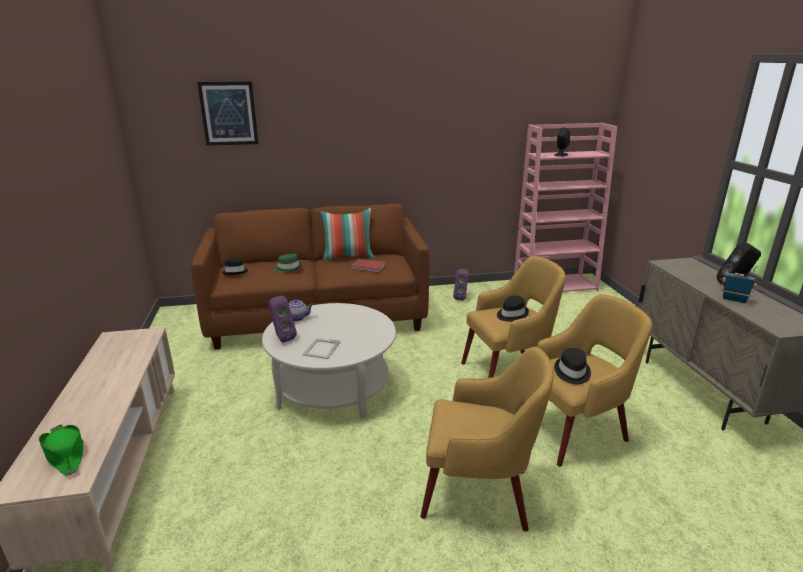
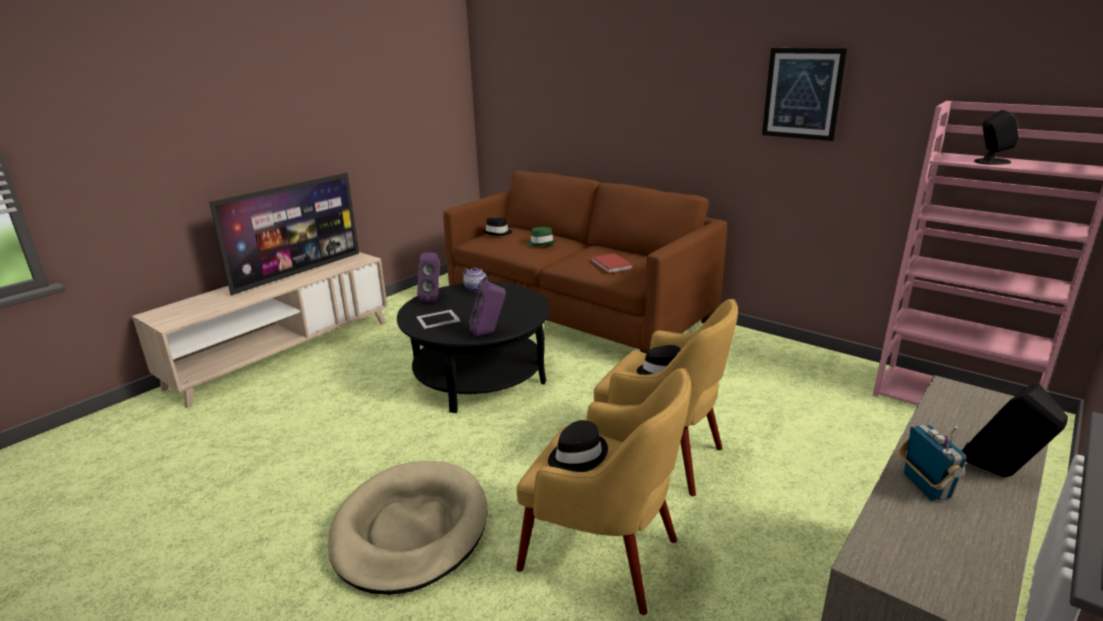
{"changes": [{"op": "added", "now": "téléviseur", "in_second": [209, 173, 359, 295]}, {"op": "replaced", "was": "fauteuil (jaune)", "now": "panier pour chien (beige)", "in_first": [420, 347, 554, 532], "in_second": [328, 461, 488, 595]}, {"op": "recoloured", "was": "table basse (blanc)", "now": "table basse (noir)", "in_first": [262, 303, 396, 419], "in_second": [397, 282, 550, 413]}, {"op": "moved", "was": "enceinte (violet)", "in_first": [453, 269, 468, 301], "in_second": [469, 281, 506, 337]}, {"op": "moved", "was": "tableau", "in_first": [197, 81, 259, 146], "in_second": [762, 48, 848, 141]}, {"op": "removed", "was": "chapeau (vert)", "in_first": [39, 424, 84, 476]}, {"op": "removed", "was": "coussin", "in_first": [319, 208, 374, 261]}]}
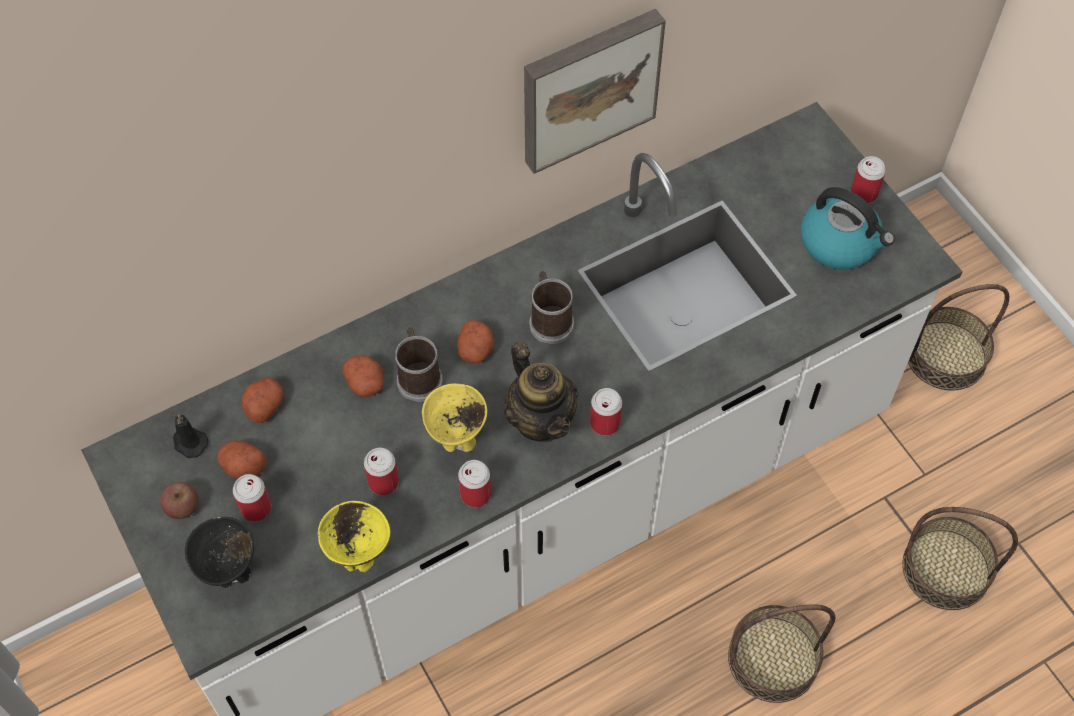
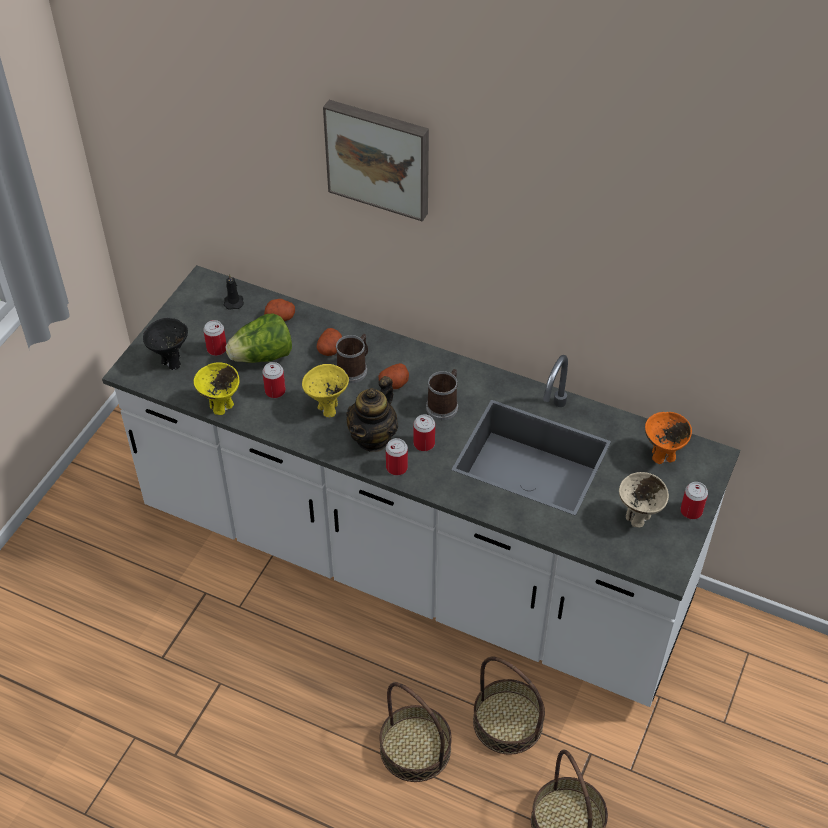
{"changes": [{"op": "added", "now": "laitue", "in_second": [225, 314, 292, 363]}, {"op": "moved", "was": "tableau", "in_first": [524, 9, 666, 174], "in_second": [323, 100, 429, 222]}, {"op": "moved", "was": "boîte métallique", "in_first": [458, 460, 491, 507], "in_second": [414, 414, 435, 451]}, {"op": "moved", "was": "panier", "in_first": [908, 284, 1009, 391], "in_second": [473, 657, 545, 754]}, {"op": "replaced", "was": "bouilloire", "now": "bol (beige)", "in_first": [800, 187, 894, 270], "in_second": [619, 472, 669, 527]}, {"op": "added", "now": "bol (orange)", "in_second": [645, 412, 692, 464]}, {"op": "removed", "was": "pomme", "in_first": [160, 482, 198, 519]}, {"op": "removed", "was": "pomme de terre", "in_first": [217, 440, 267, 479]}]}
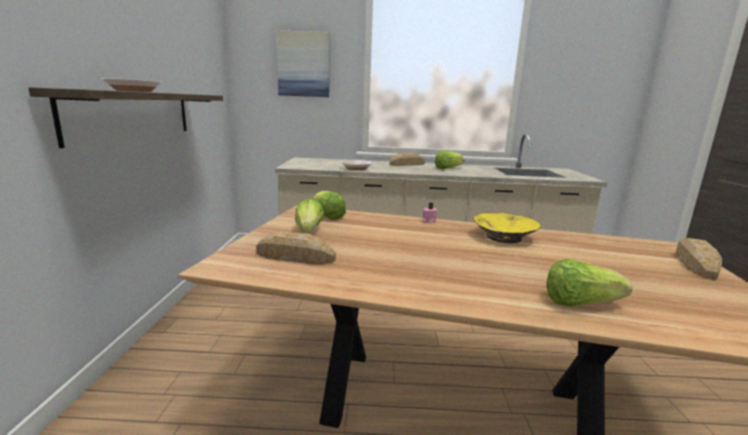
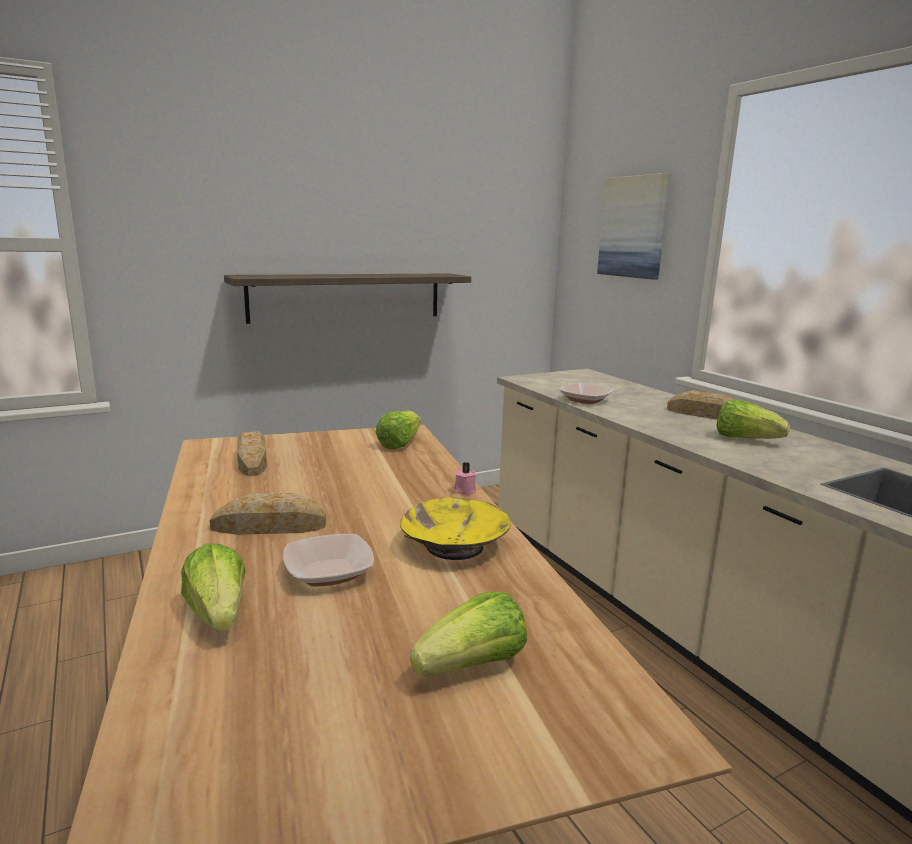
{"changes": [{"op": "moved", "was": "pain", "in_first": [675, 238, 722, 280], "in_second": [210, 493, 326, 535]}, {"op": "moved", "was": "bol", "in_first": [102, 78, 162, 92], "in_second": [283, 534, 374, 586]}, {"op": "moved", "was": "laitue", "in_first": [295, 199, 325, 233], "in_second": [410, 592, 527, 676]}]}
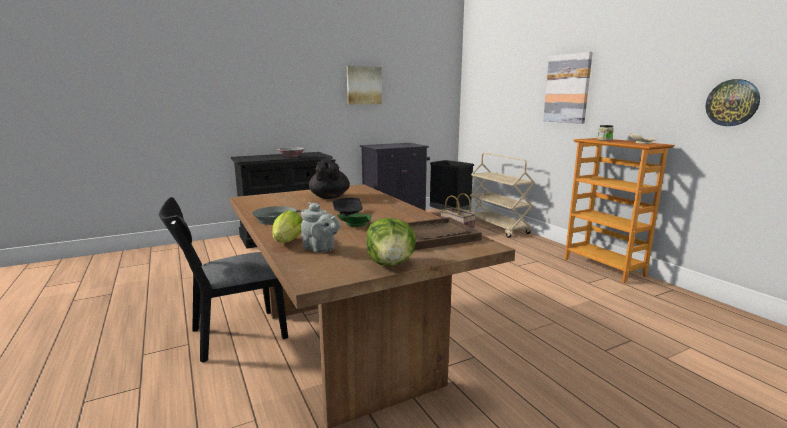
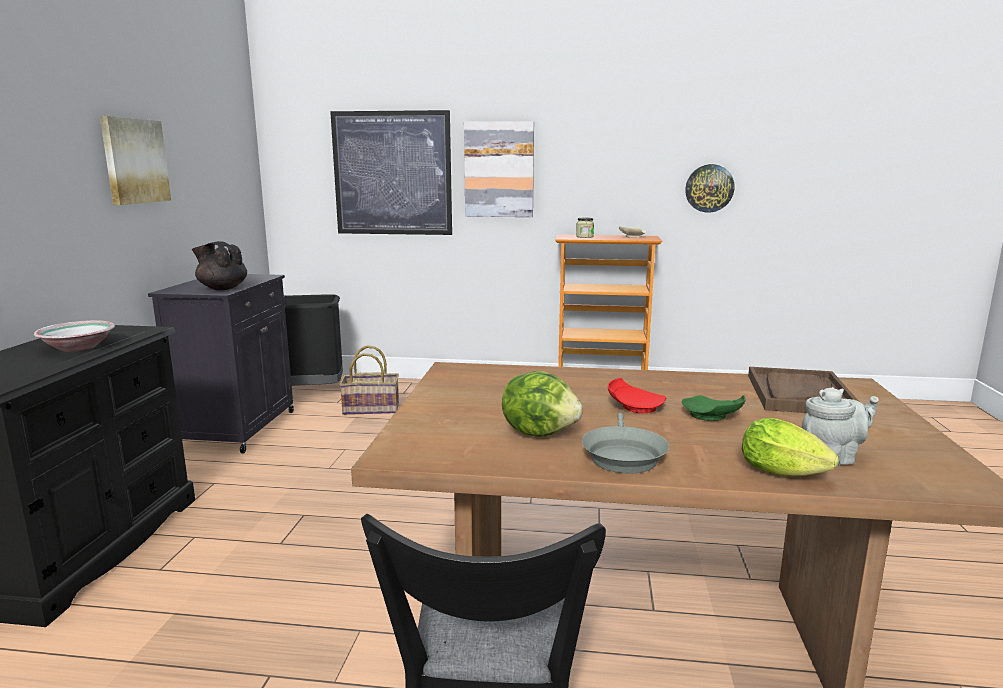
{"changes": [{"op": "moved", "was": "théière (noir)", "in_first": [309, 159, 350, 199], "in_second": [192, 241, 247, 290]}, {"op": "added", "now": "tableau", "in_second": [330, 110, 452, 235]}, {"op": "moved", "was": "laitue", "in_first": [366, 218, 416, 266], "in_second": [502, 371, 583, 437]}, {"op": "recoloured", "was": "assiette (noir)", "now": "assiette (rouge)", "in_first": [333, 198, 363, 216], "in_second": [608, 378, 666, 413]}, {"op": "removed", "was": "chariot (beige)", "in_first": [470, 153, 535, 238]}]}
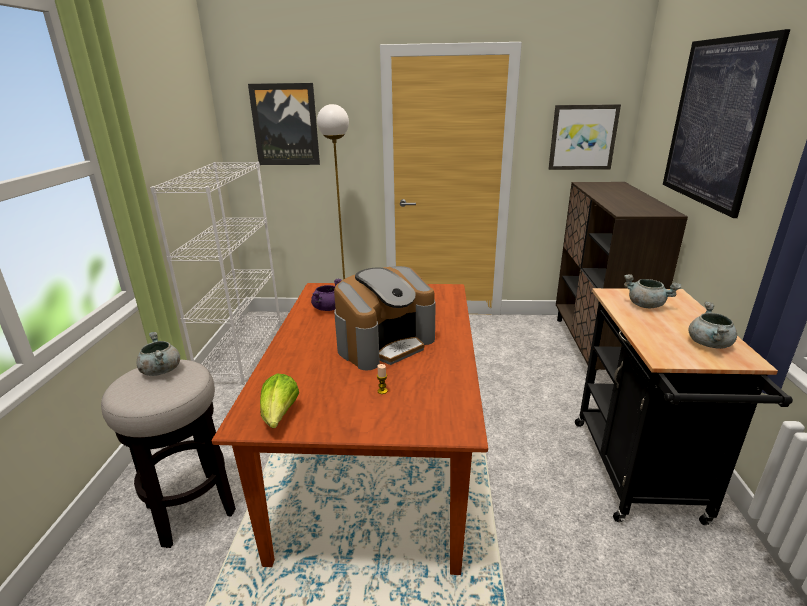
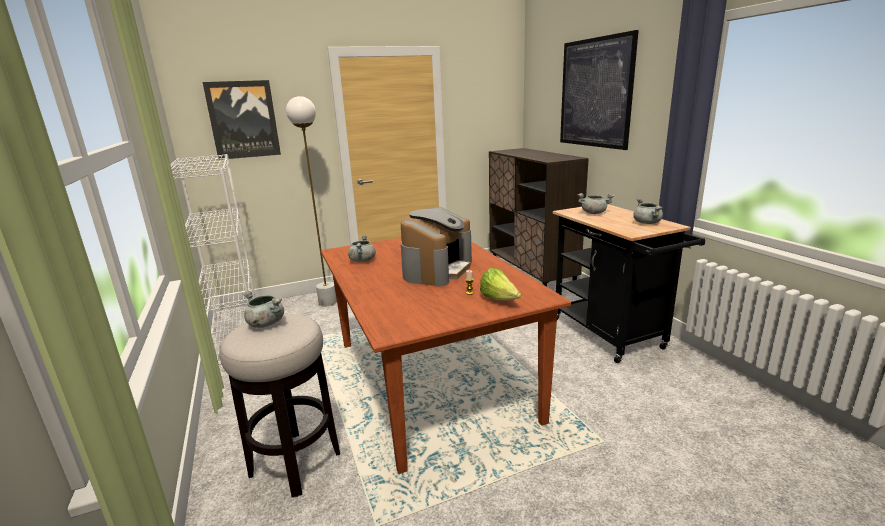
{"changes": [{"op": "recoloured", "was": "marmite (violet)", "now": "marmite (gris)", "in_first": [311, 278, 342, 311], "in_second": [348, 235, 376, 262]}, {"op": "moved", "was": "laitue", "in_first": [260, 373, 299, 428], "in_second": [480, 268, 521, 301]}, {"op": "removed", "was": "tableau", "in_first": [549, 104, 621, 170]}]}
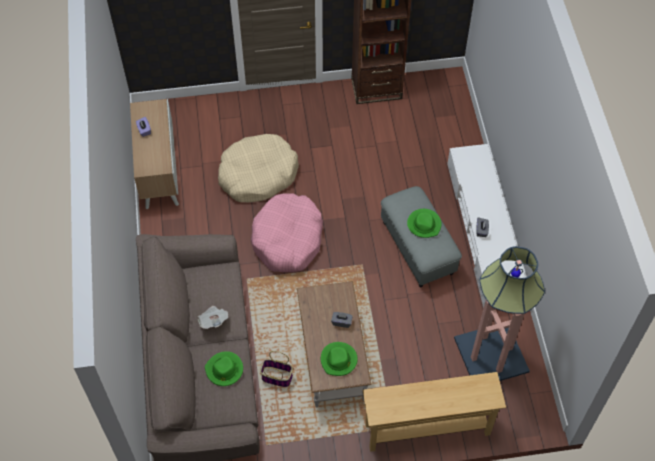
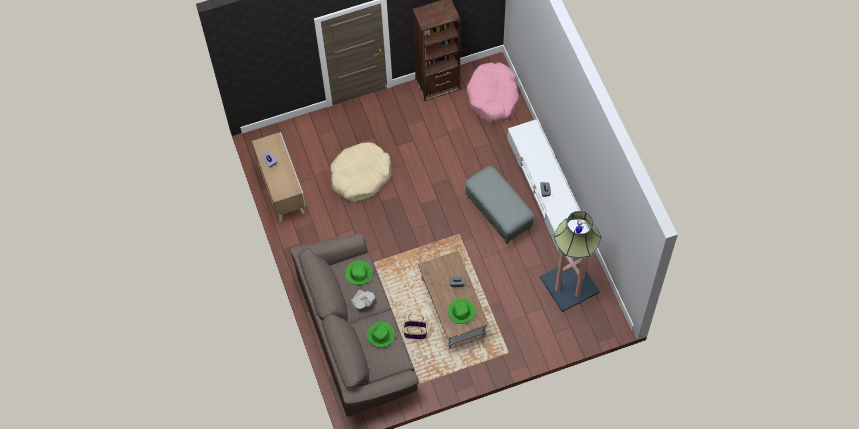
{"changes": [{"op": "moved", "was": "chapeau (vert)", "in_first": [407, 209, 442, 238], "in_second": [345, 261, 372, 285]}, {"op": "moved", "was": "panier pour chien (rose)", "in_first": [251, 193, 323, 272], "in_second": [466, 62, 519, 122]}, {"op": "removed", "was": "table console (beige)", "in_first": [362, 372, 506, 452]}]}
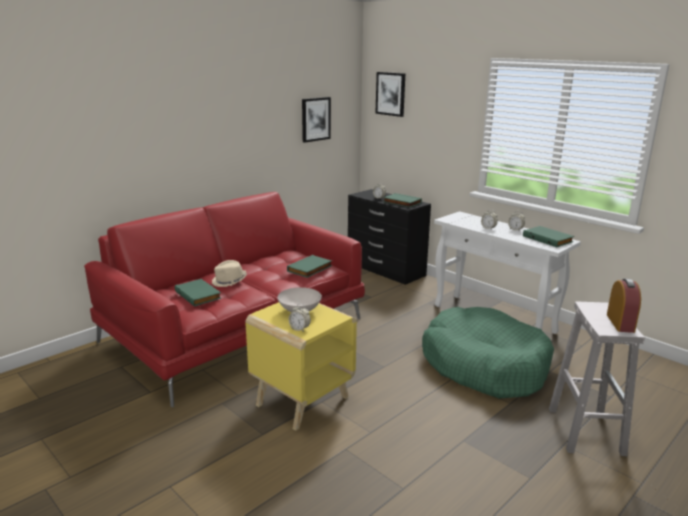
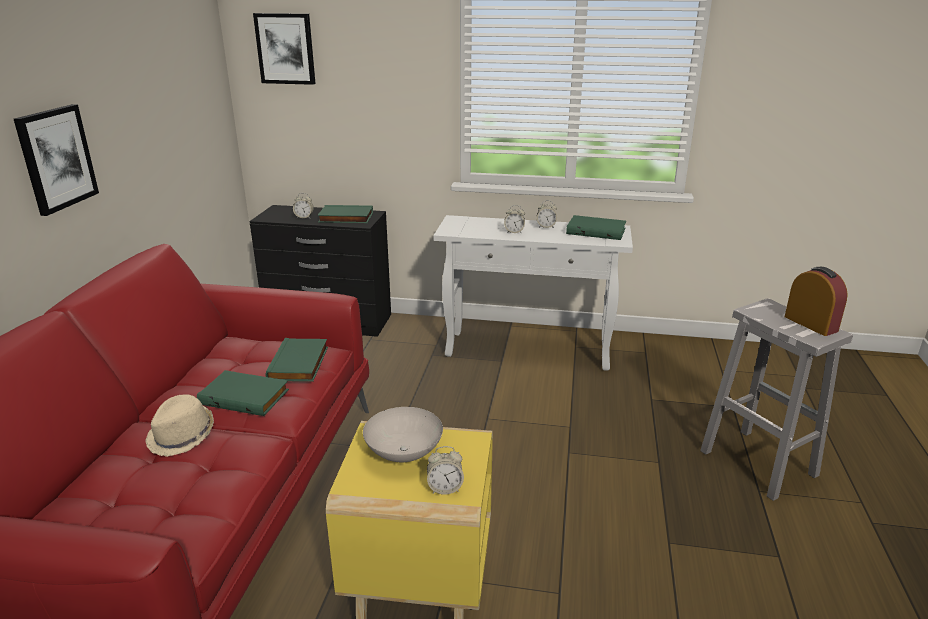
{"changes": [{"op": "moved", "was": "tableau", "in_first": [302, 97, 331, 143], "in_second": [14, 104, 99, 216]}, {"op": "moved", "was": "livre (vert)", "in_first": [175, 279, 221, 307], "in_second": [197, 370, 289, 416]}, {"op": "removed", "was": "panier pour chien (vert)", "in_first": [422, 307, 554, 399]}]}
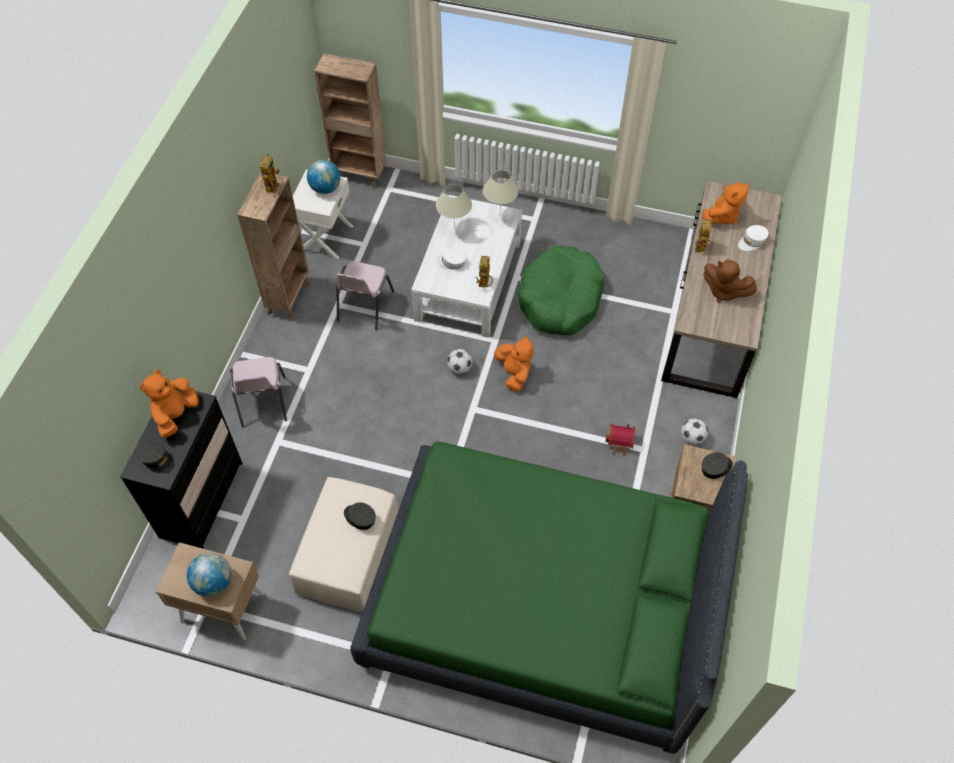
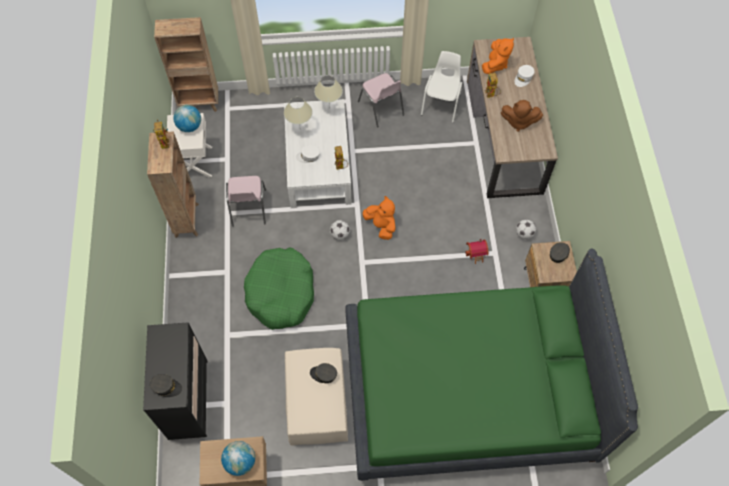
{"changes": [{"op": "moved", "was": "panier pour chien (vert)", "in_first": [518, 246, 605, 335], "in_second": [244, 248, 314, 330]}, {"op": "moved", "was": "chaise (rose)", "in_first": [230, 357, 287, 428], "in_second": [358, 73, 404, 128]}, {"op": "added", "now": "chaise (blanc)", "in_second": [421, 51, 462, 123]}, {"op": "removed", "was": "peluche (orange)", "in_first": [140, 370, 199, 438]}]}
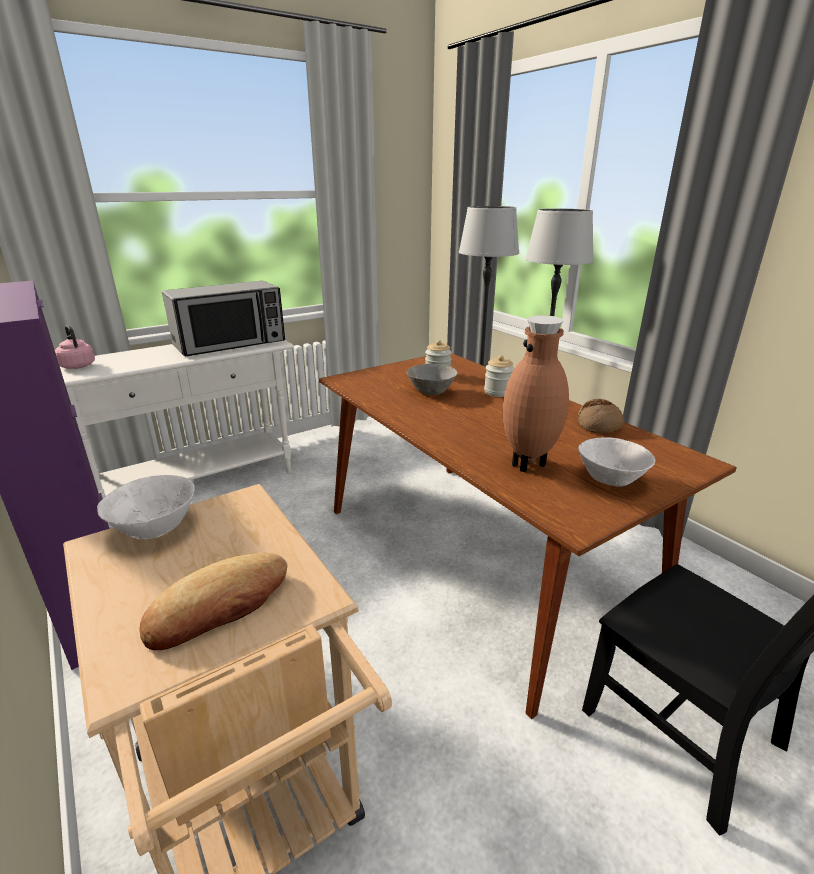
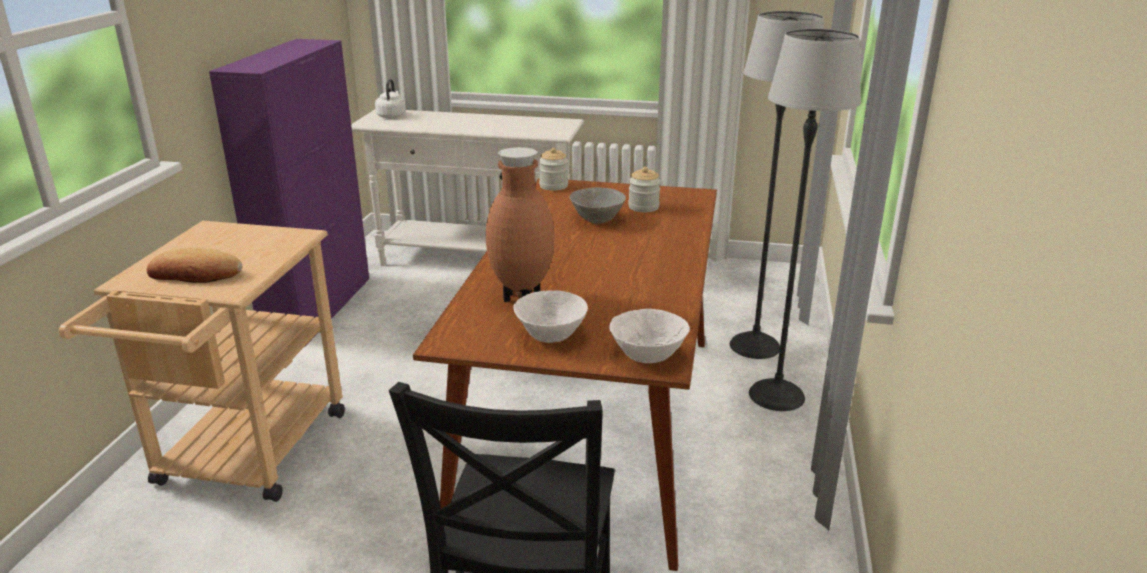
{"changes": [{"op": "recoloured", "was": "bouilloire (rose)", "now": "bouilloire (blanc)", "in_first": [55, 325, 95, 369], "in_second": [375, 79, 406, 119]}, {"op": "moved", "was": "bocal", "in_first": [484, 355, 515, 397], "in_second": [539, 148, 568, 191]}, {"op": "moved", "was": "bol (blanc)", "in_first": [97, 475, 195, 540], "in_second": [609, 309, 690, 363]}, {"op": "removed", "was": "micro-ondes", "in_first": [162, 281, 285, 357]}, {"op": "removed", "was": "pain", "in_first": [578, 399, 624, 433]}]}
